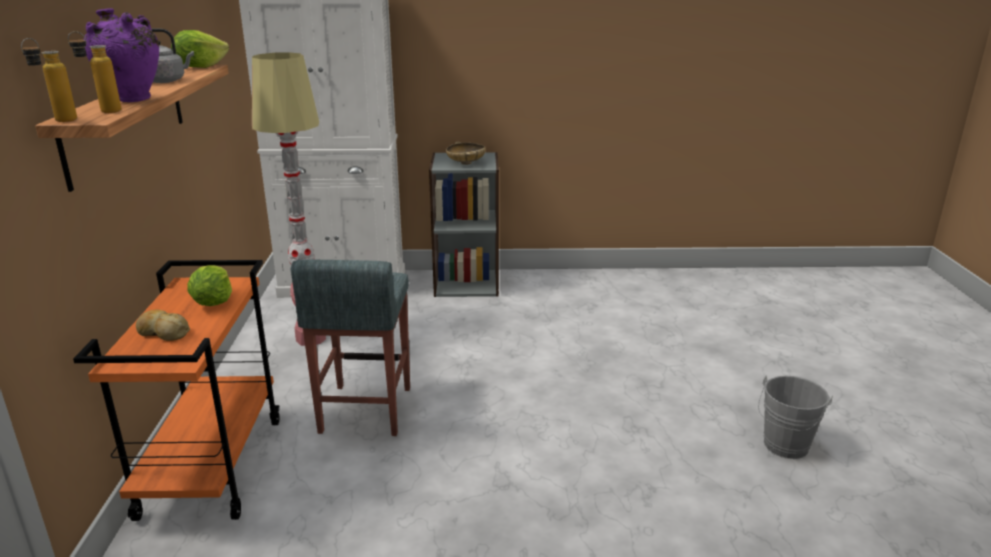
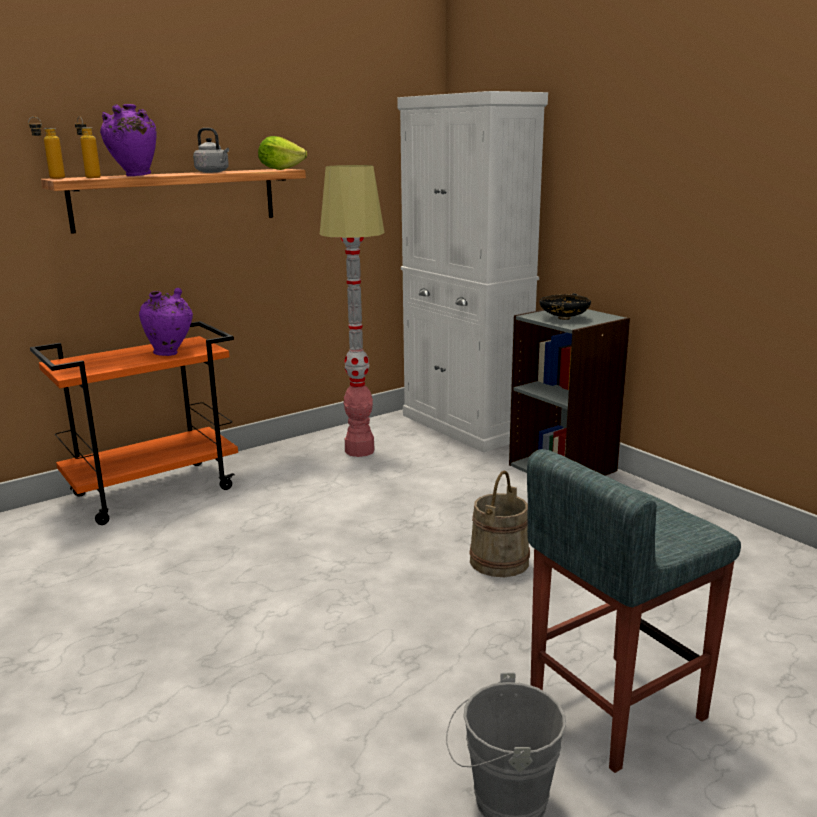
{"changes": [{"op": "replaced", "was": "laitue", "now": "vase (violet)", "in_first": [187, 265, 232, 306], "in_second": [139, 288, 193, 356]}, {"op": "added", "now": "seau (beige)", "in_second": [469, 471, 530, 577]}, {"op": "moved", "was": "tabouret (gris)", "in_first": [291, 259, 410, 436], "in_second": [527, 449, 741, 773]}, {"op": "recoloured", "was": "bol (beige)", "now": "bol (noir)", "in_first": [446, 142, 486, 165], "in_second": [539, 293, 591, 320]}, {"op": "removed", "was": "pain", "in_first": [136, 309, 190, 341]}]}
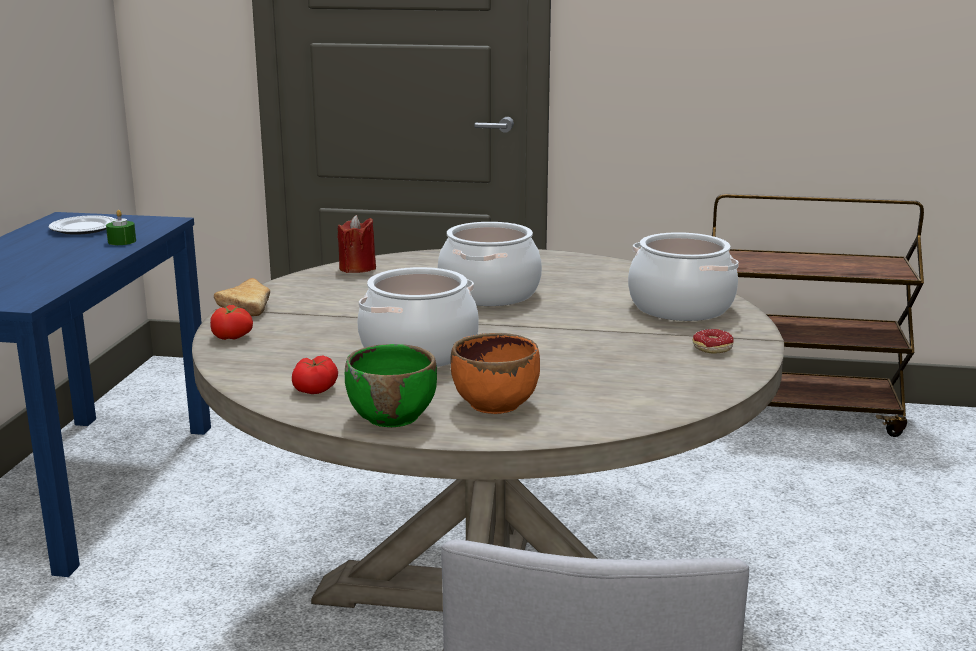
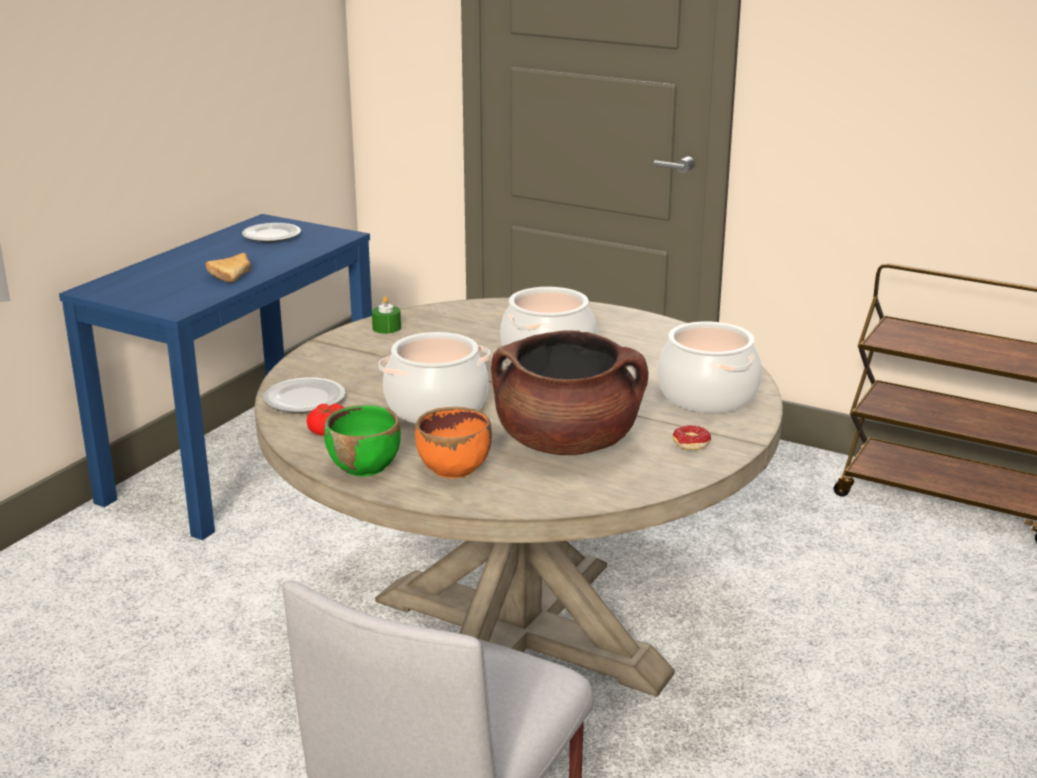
{"changes": [{"op": "moved", "was": "pain", "in_first": [214, 278, 270, 316], "in_second": [206, 253, 251, 282]}, {"op": "added", "now": "assiette", "in_second": [263, 377, 345, 413]}, {"op": "moved", "was": "bougie (vert)", "in_first": [106, 210, 136, 245], "in_second": [372, 296, 401, 334]}, {"op": "added", "now": "marmite (marron)", "in_second": [491, 330, 648, 455]}, {"op": "removed", "was": "tomate", "in_first": [210, 305, 253, 340]}, {"op": "removed", "was": "bougie (rouge)", "in_first": [337, 215, 376, 273]}]}
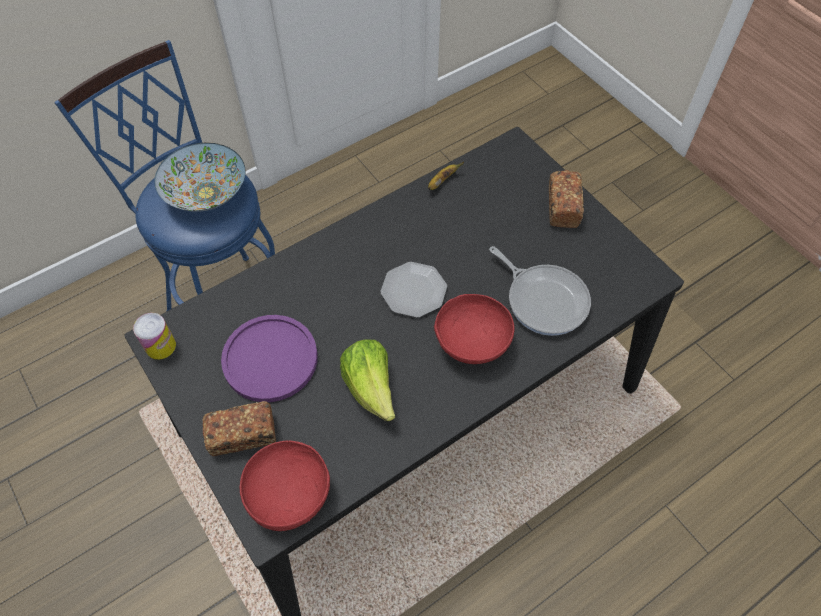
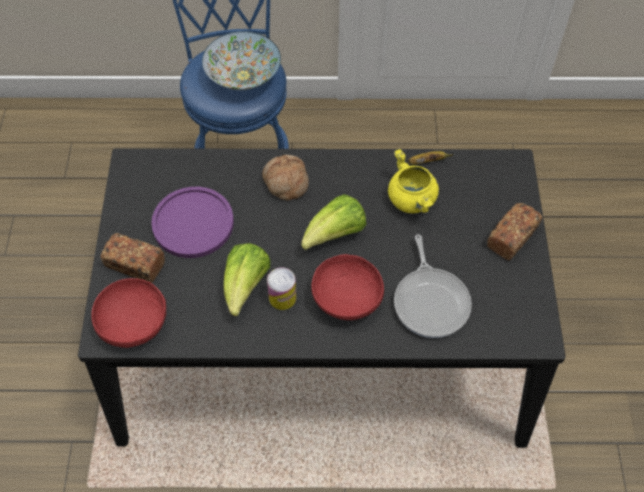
{"changes": [{"op": "added", "now": "pain", "in_second": [262, 155, 309, 200]}, {"op": "moved", "was": "boîte métallique", "in_first": [133, 313, 176, 360], "in_second": [267, 268, 296, 310]}, {"op": "replaced", "was": "assiette", "now": "laitue", "in_first": [381, 262, 447, 318], "in_second": [301, 194, 366, 250]}, {"op": "added", "now": "marmite (jaune)", "in_second": [388, 149, 439, 213]}]}
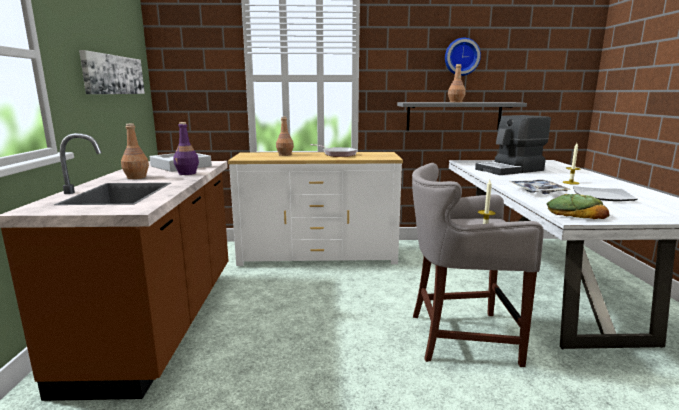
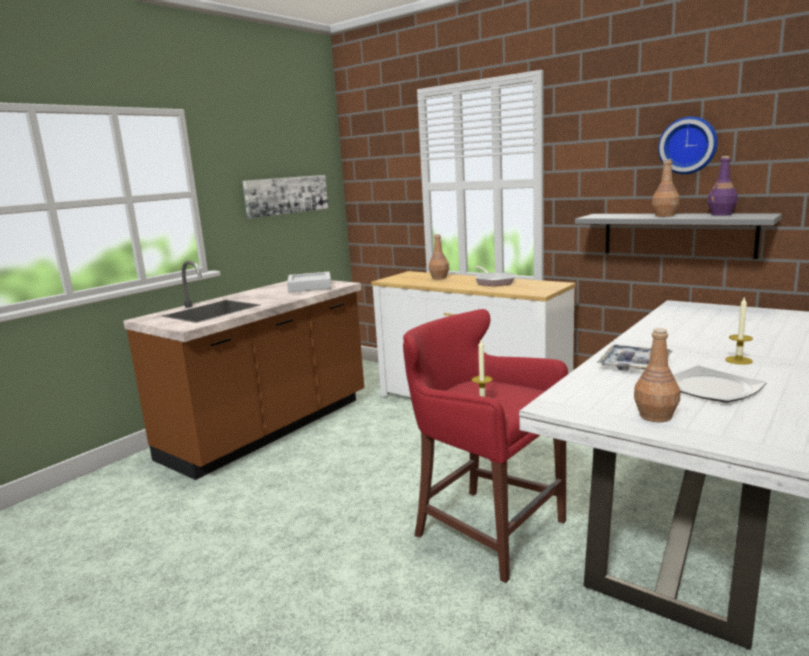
{"changes": [{"op": "recoloured", "was": "tabouret (gris)", "now": "tabouret (rouge)", "in_first": [412, 163, 544, 367], "in_second": [403, 309, 568, 583]}, {"op": "moved", "was": "bouteille (marron)", "in_first": [121, 124, 149, 179], "in_second": [634, 328, 680, 422]}, {"op": "moved", "was": "bouteille (violet)", "in_first": [173, 122, 199, 175], "in_second": [707, 156, 738, 216]}, {"op": "removed", "was": "machine à café", "in_first": [475, 115, 551, 175]}, {"op": "removed", "was": "pain", "in_first": [547, 194, 609, 219]}]}
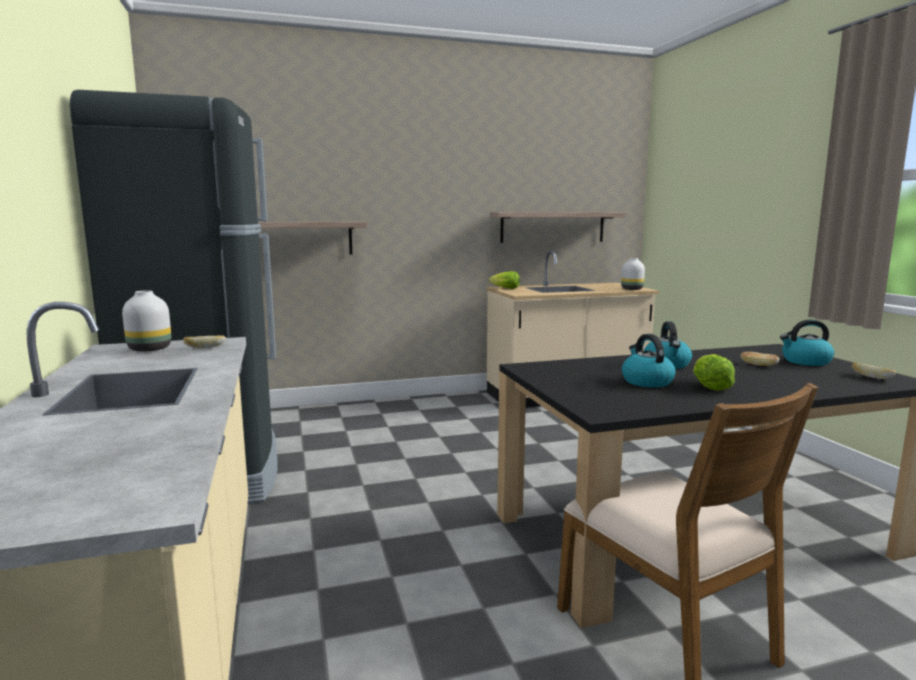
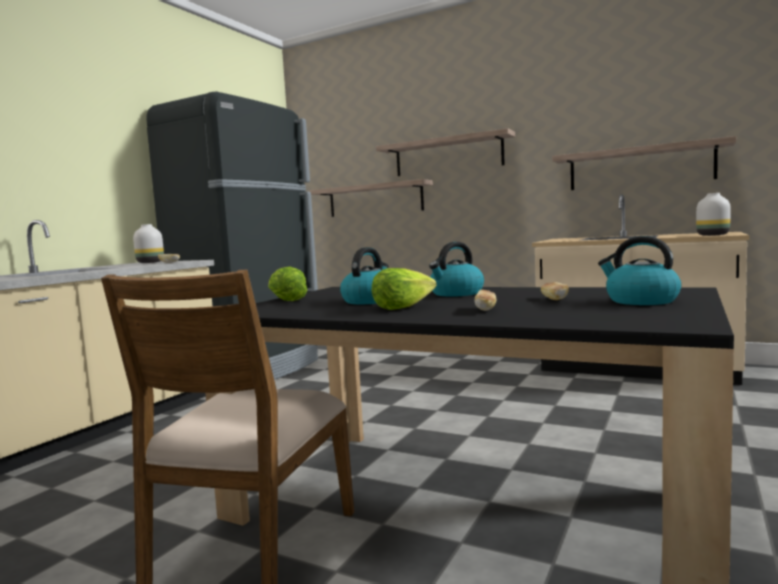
{"changes": [{"op": "moved", "was": "laitue", "in_first": [489, 271, 520, 289], "in_second": [268, 267, 307, 301]}, {"op": "added", "now": "étagère", "in_second": [376, 128, 515, 176]}, {"op": "moved", "was": "pain", "in_first": [852, 362, 896, 379], "in_second": [474, 290, 496, 311]}]}
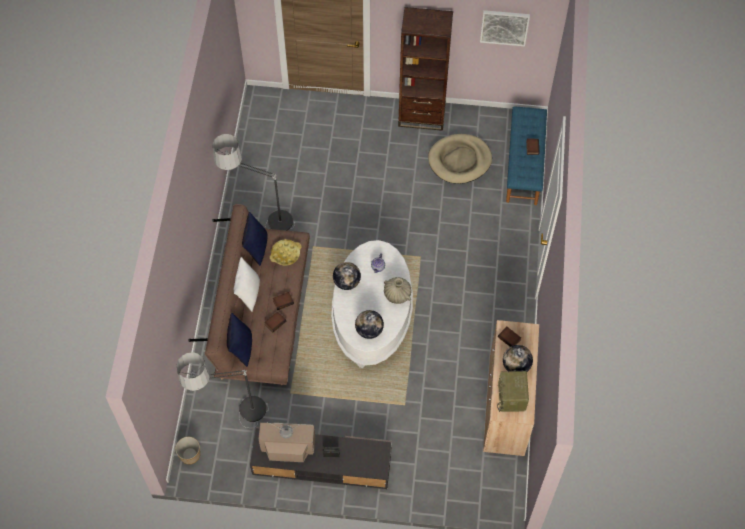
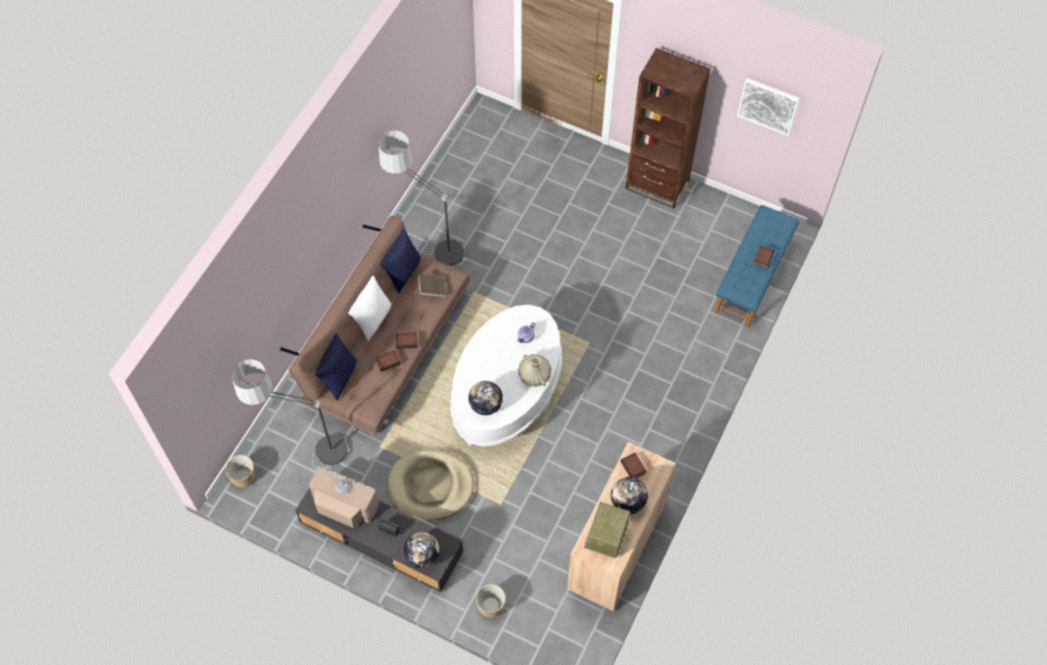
{"changes": [{"op": "moved", "was": "panier pour chien (beige)", "in_first": [428, 134, 492, 184], "in_second": [388, 449, 474, 521]}, {"op": "moved", "was": "globe", "in_first": [333, 262, 361, 290], "in_second": [404, 532, 440, 568]}, {"op": "replaced", "was": "plateau (jaune)", "now": "livre (marron)", "in_first": [270, 239, 301, 266], "in_second": [417, 275, 446, 297]}, {"op": "added", "now": "cache-pot", "in_second": [476, 584, 506, 618]}]}
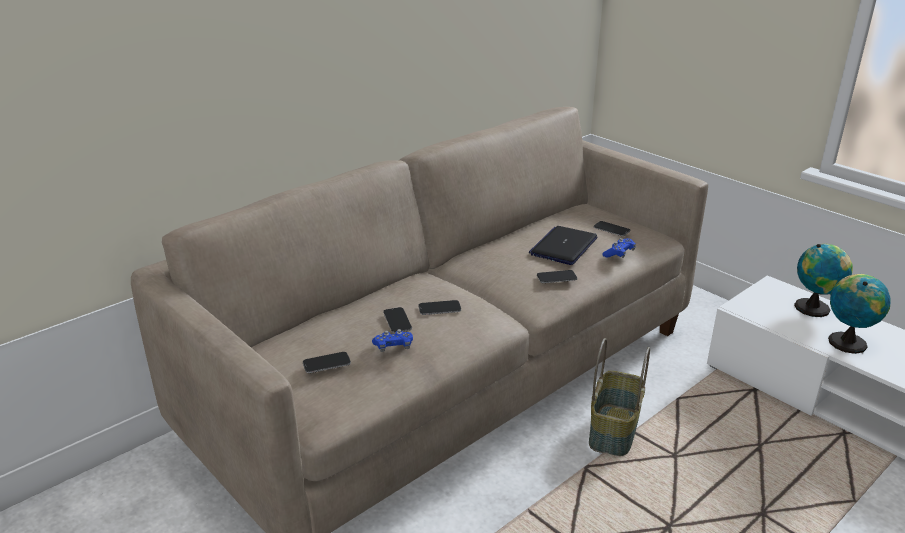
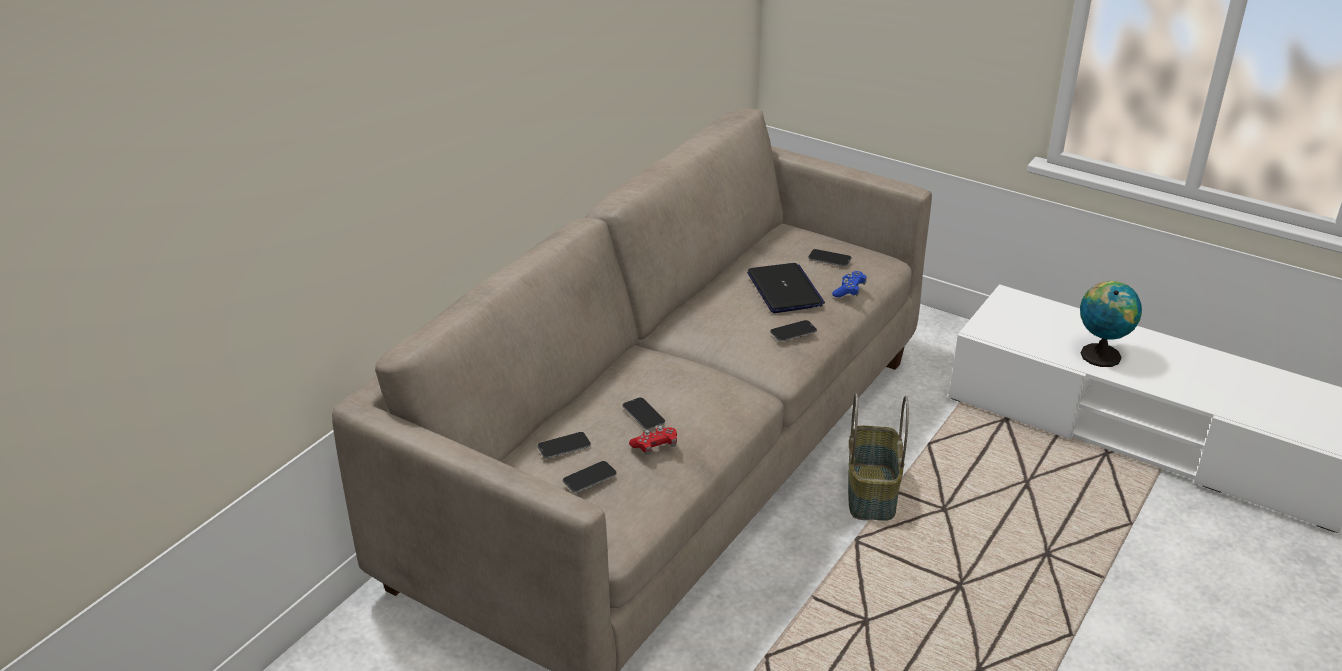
{"changes": [{"op": "moved", "was": "téléphone", "in_first": [418, 300, 461, 315], "in_second": [538, 432, 591, 459]}, {"op": "recoloured", "was": "manette (bleu)", "now": "manette (rouge)", "in_first": [372, 329, 413, 352], "in_second": [629, 426, 677, 455]}, {"op": "turned", "was": "ordinateur portable", "in_first": [529, 226, 597, 265], "in_second": [747, 263, 825, 313], "clockwise": 150}, {"op": "removed", "was": "globe", "in_first": [794, 244, 853, 317]}]}
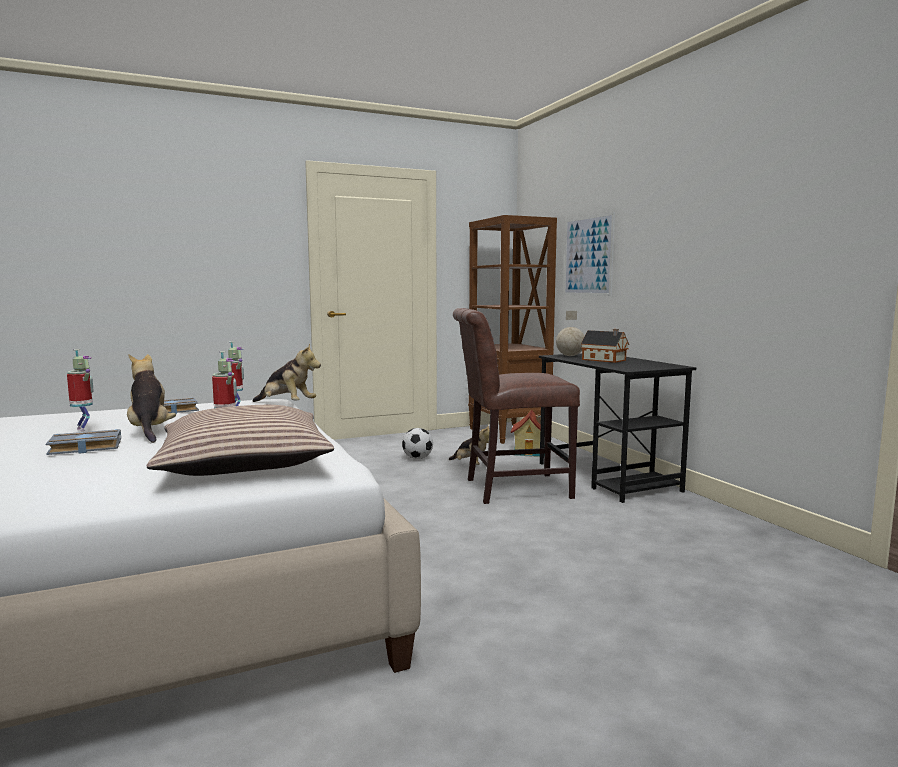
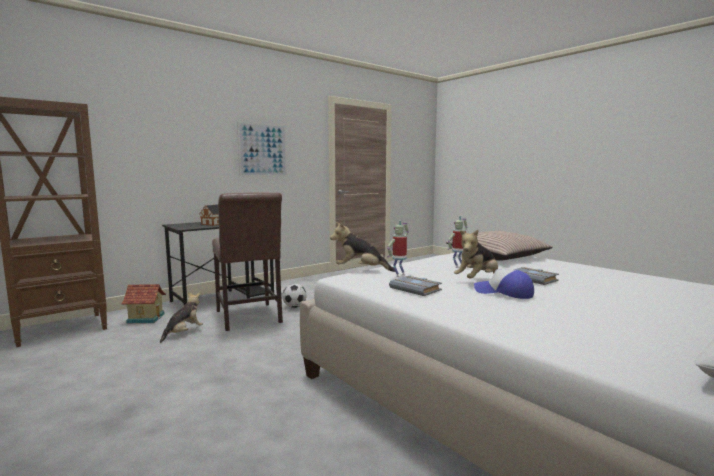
{"changes": [{"op": "moved", "was": "tableau", "in_first": [564, 212, 615, 296], "in_second": [237, 121, 287, 177]}, {"op": "moved", "was": "ballon de foot", "in_first": [402, 428, 433, 459], "in_second": [282, 284, 307, 308]}, {"op": "turned", "was": "peluche", "in_first": [253, 343, 321, 402], "in_second": [330, 222, 395, 272], "clockwise": -90}, {"op": "replaced", "was": "robot jouet", "now": "casquette", "in_first": [67, 349, 94, 432], "in_second": [474, 269, 534, 299]}, {"op": "removed", "was": "globe", "in_first": [556, 311, 584, 356]}]}
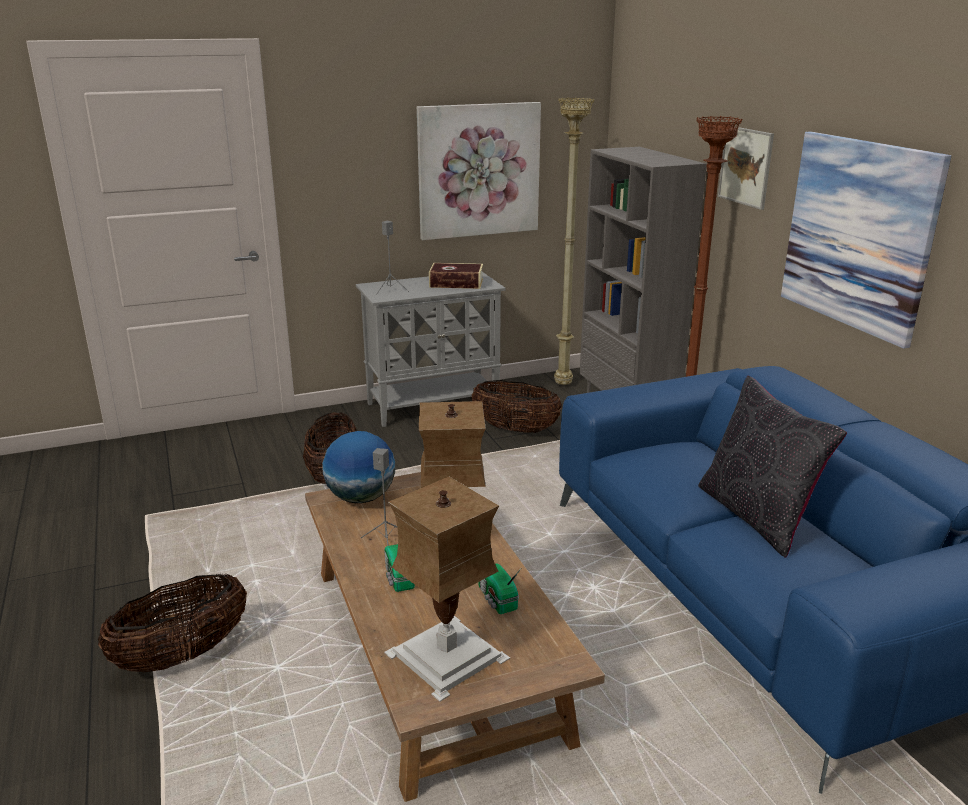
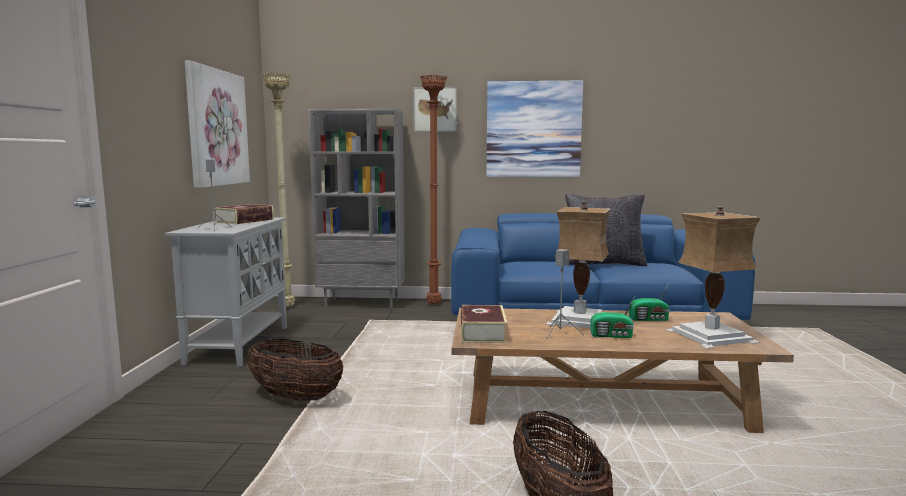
{"changes": [{"op": "replaced", "was": "globe", "now": "livre", "in_first": [322, 431, 395, 503], "in_second": [461, 305, 507, 343]}, {"op": "removed", "was": "panier", "in_first": [471, 380, 562, 433]}]}
